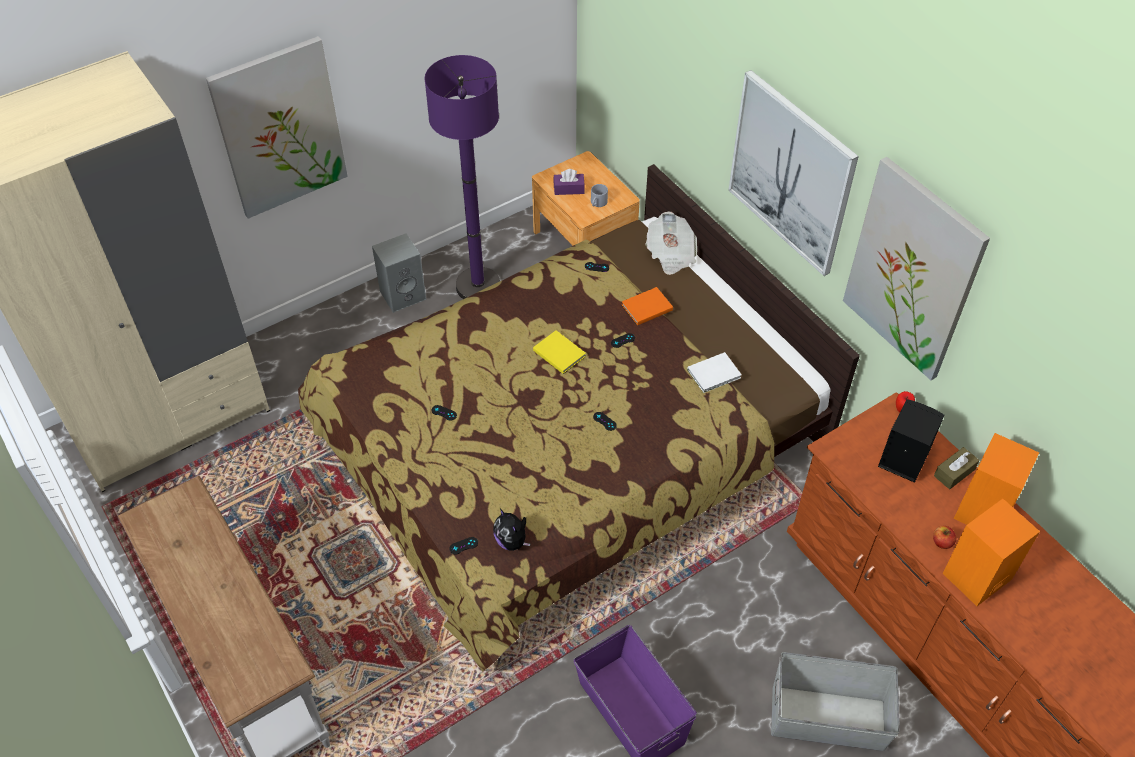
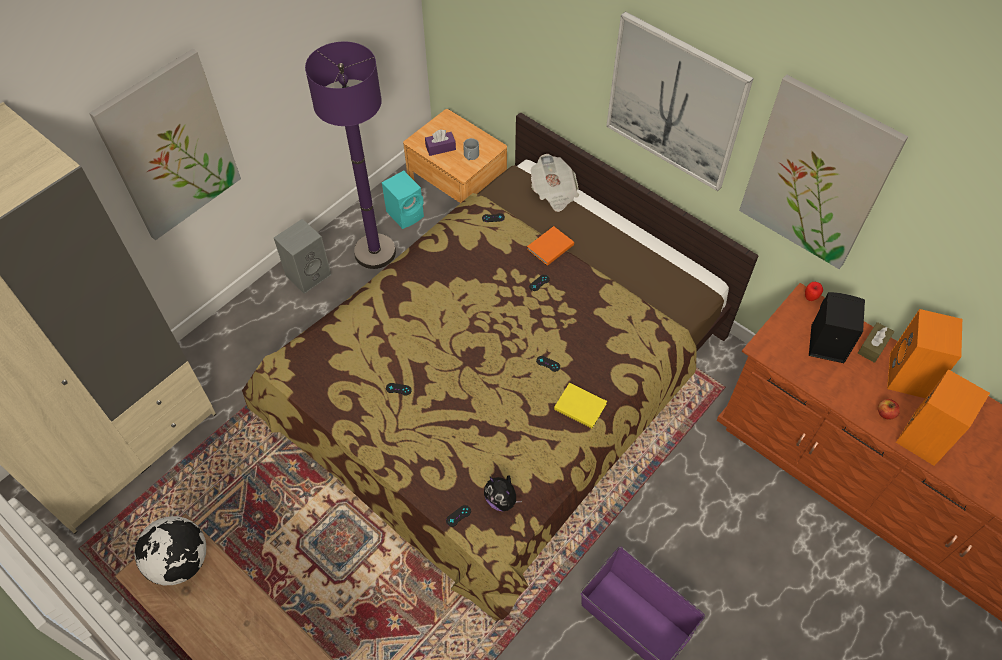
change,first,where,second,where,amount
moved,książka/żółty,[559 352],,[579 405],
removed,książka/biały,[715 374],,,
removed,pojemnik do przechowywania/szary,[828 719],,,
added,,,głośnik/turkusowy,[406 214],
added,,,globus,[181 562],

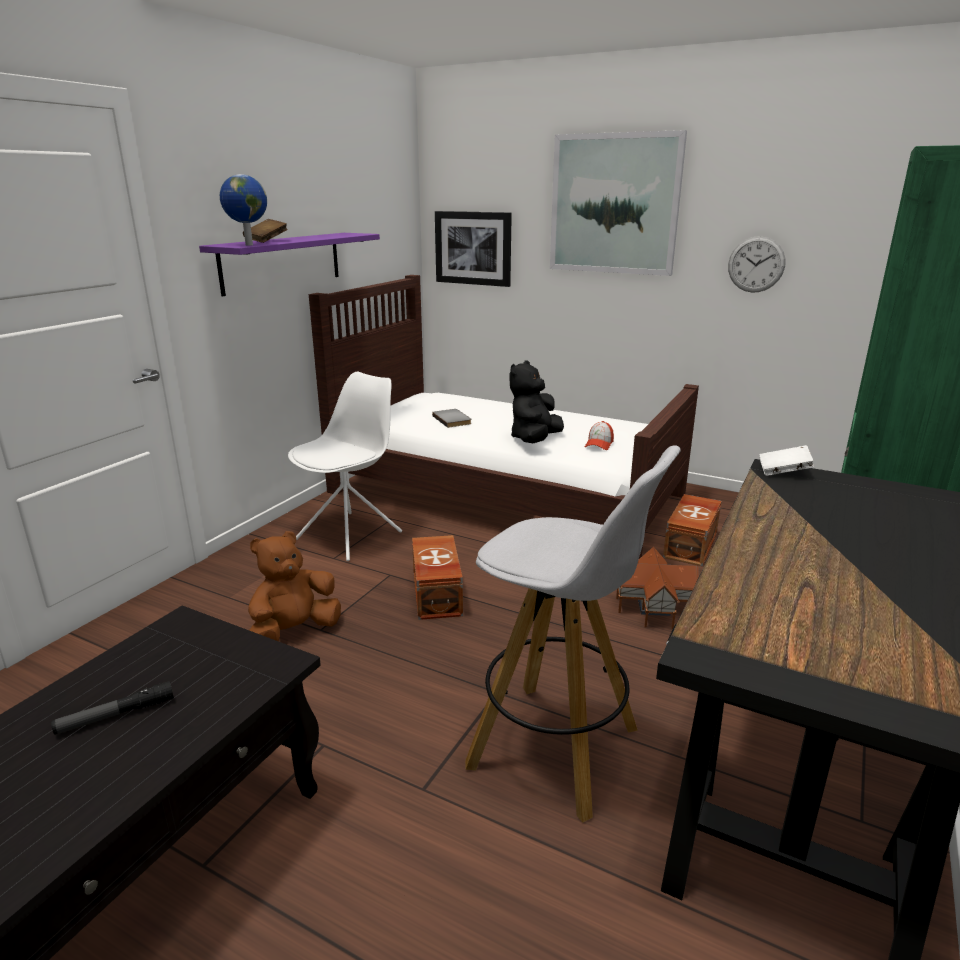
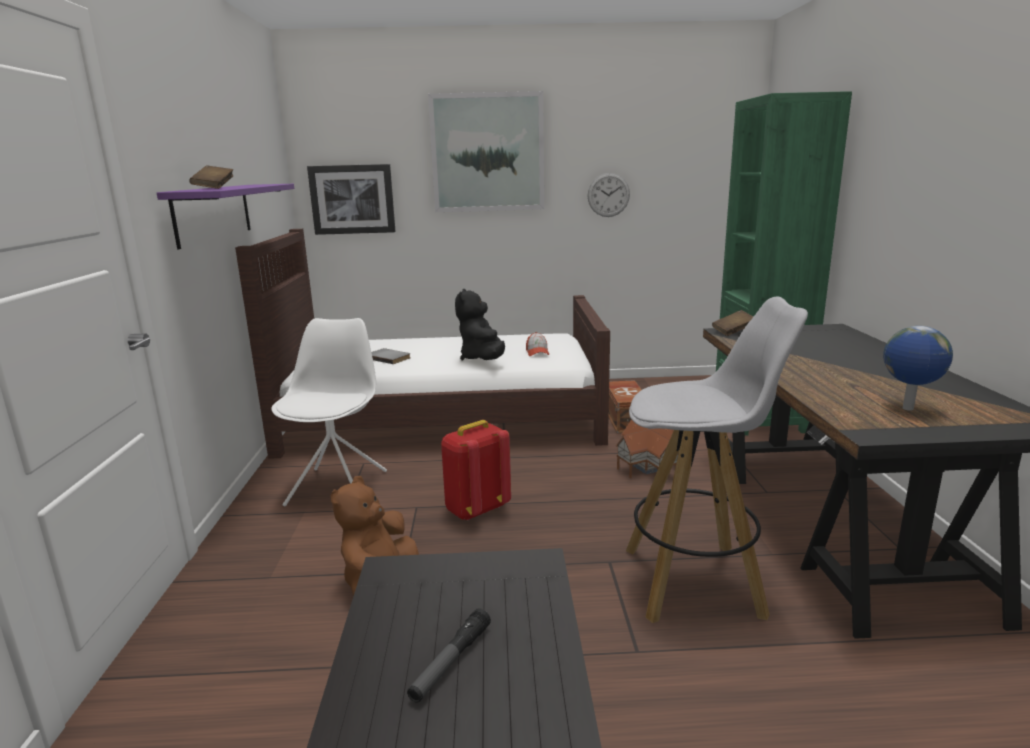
change,first,where,second,where,amount
moved,globus,[248 245],,[907 409],
recoloured,książka/biały,[783 472],książka/brązowy,[733 332],
replaced,pojemnik do przechowywania/brązowy,[435 594],plecak/czerwony,[476 509],

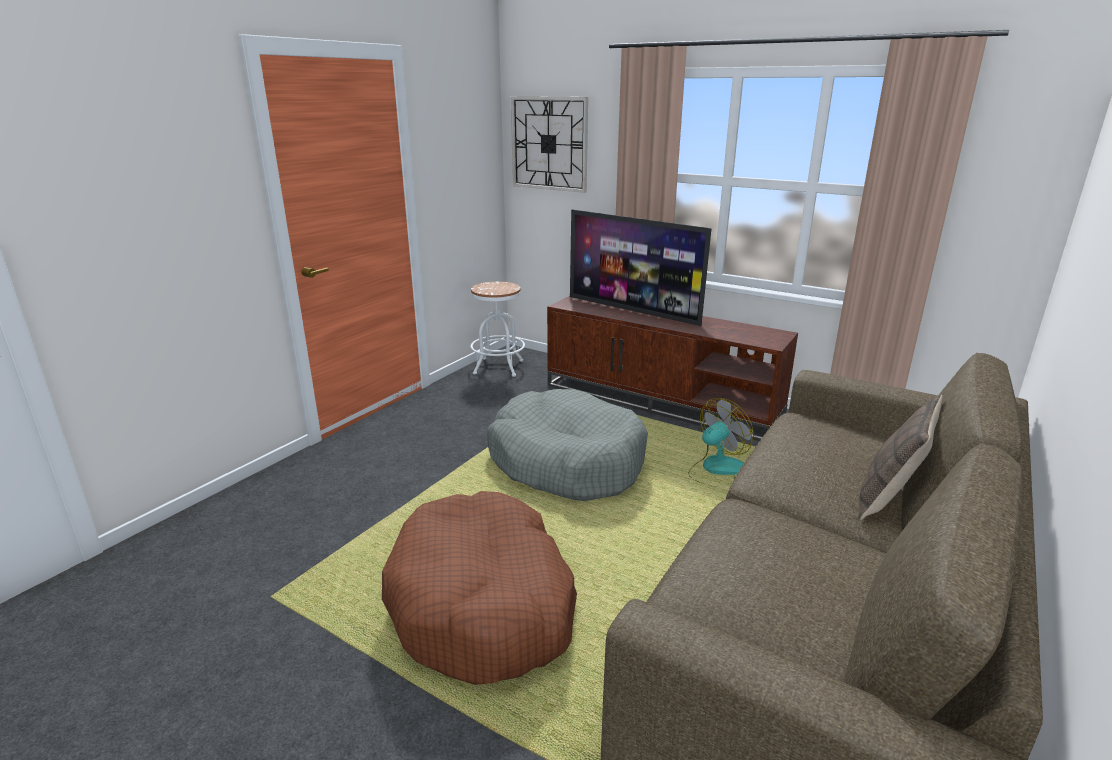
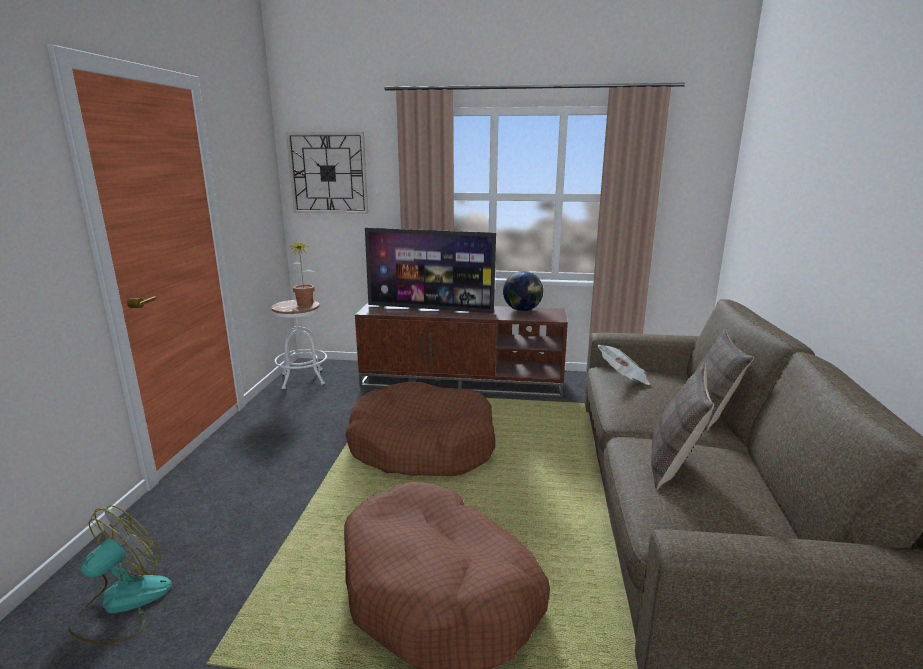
change,first,where,second,where,amount
recoloured,legowisko/szary,[566 462],legowisko/brązowy,[422 446],
moved,wentylator,[717 471],,[121 604],
added,,,roślina doniczkowa,[305 305],
added,,,globus,[522 310],
added,,,gazeta,[623 377],
added,,,poduszka,[673 465],

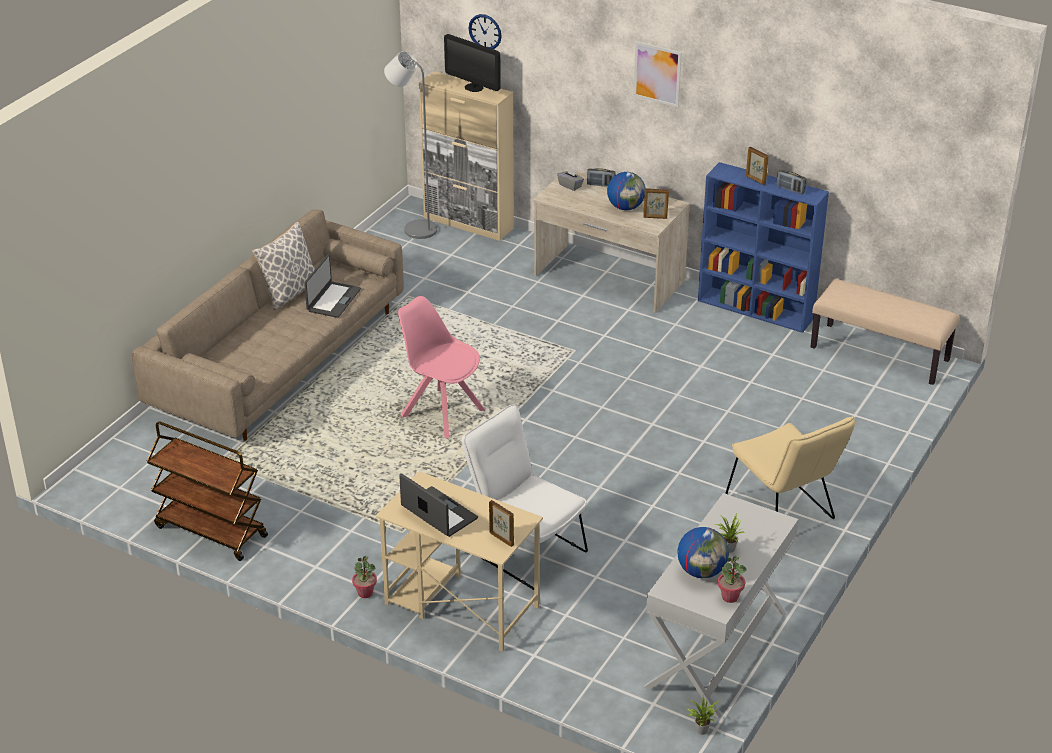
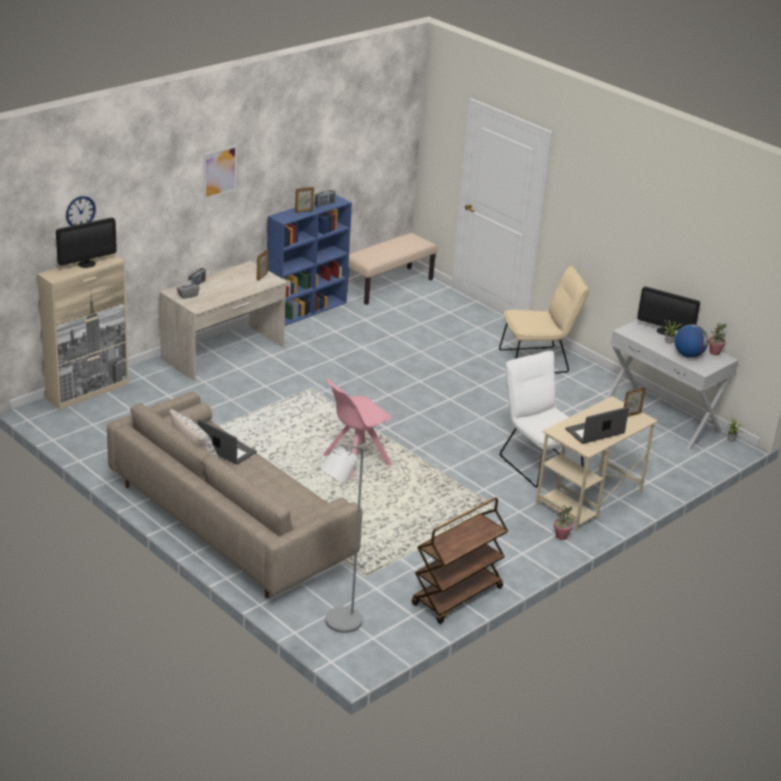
change,first,where,second,where,amount
moved,lampa stojąca/szary,[415 228],,[337 623],
removed,globus,[625 207],,,
turned,krzesło/biały,[523 549],,[537 461],90 degrees clockwise
added,,,monitor,[664 331],

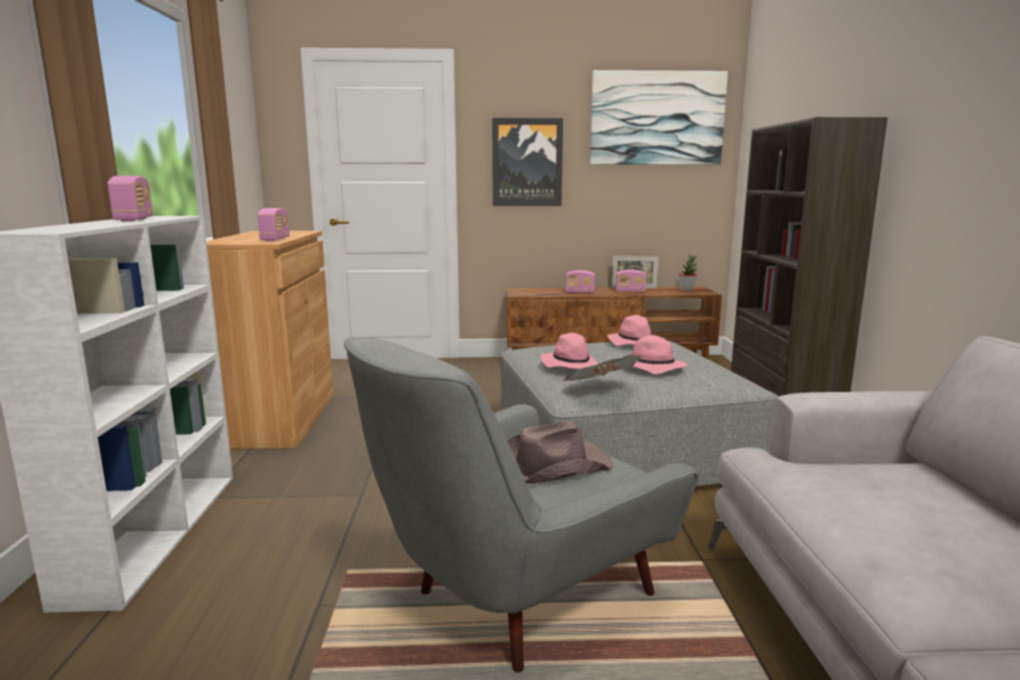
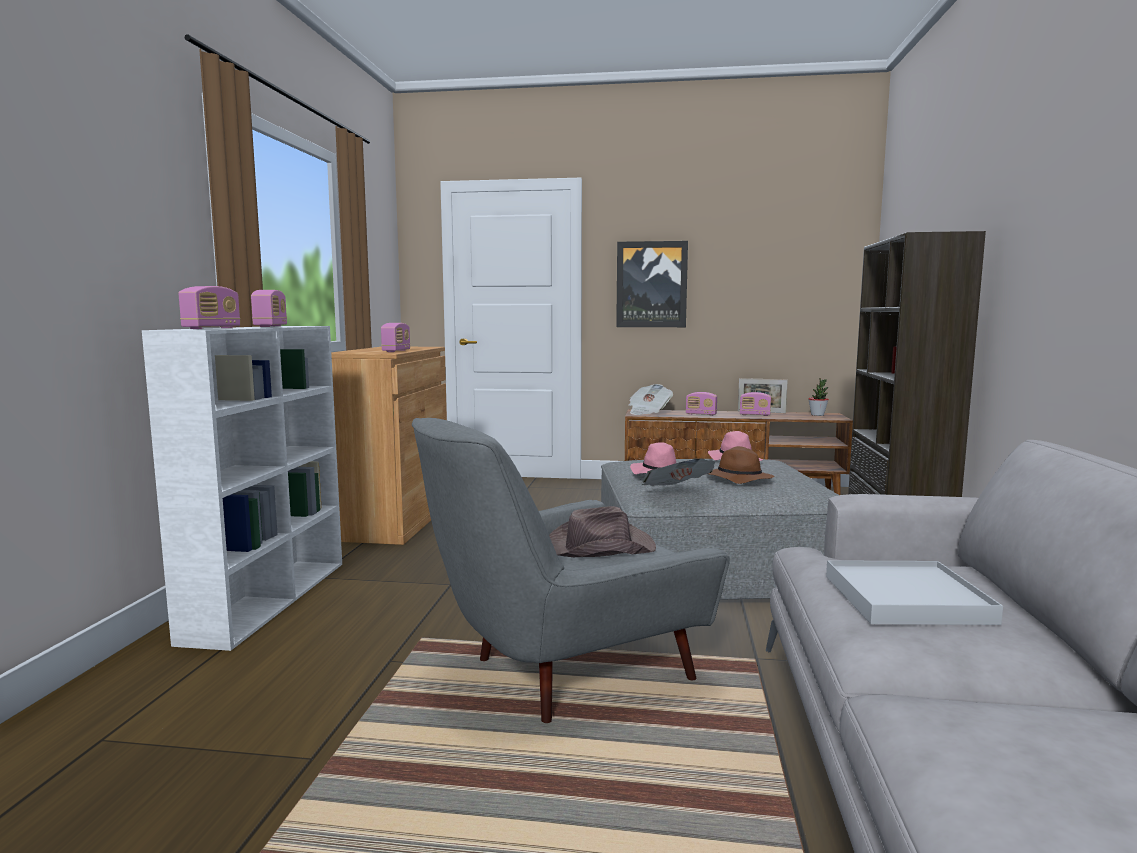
change,first,where,second,where,amount
removed,obraz,[657 118],,,
recoloured,kapelusz/różowy,[650 368],kapelusz/brązowy,[738 479],
added,,,radio,[212 328],
added,,,gazeta,[648 412],
added,,,taca/biały,[906 598],

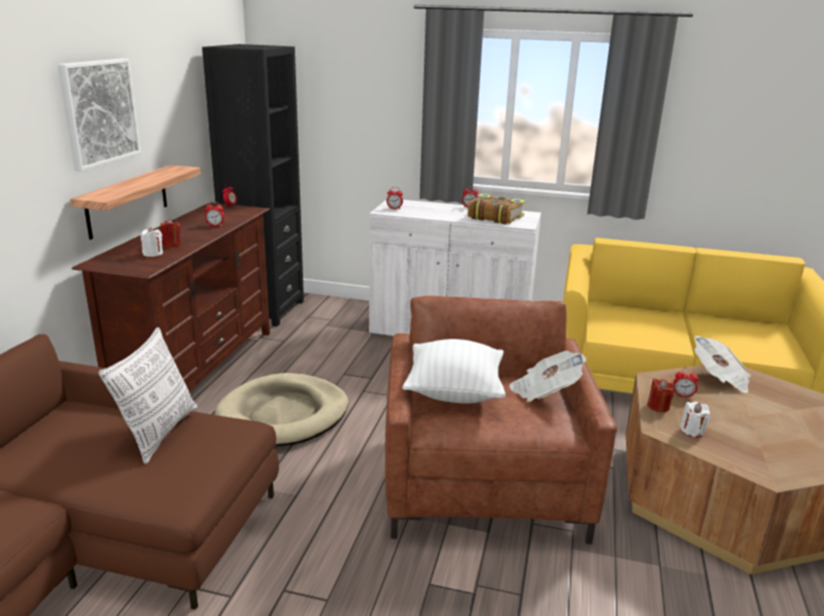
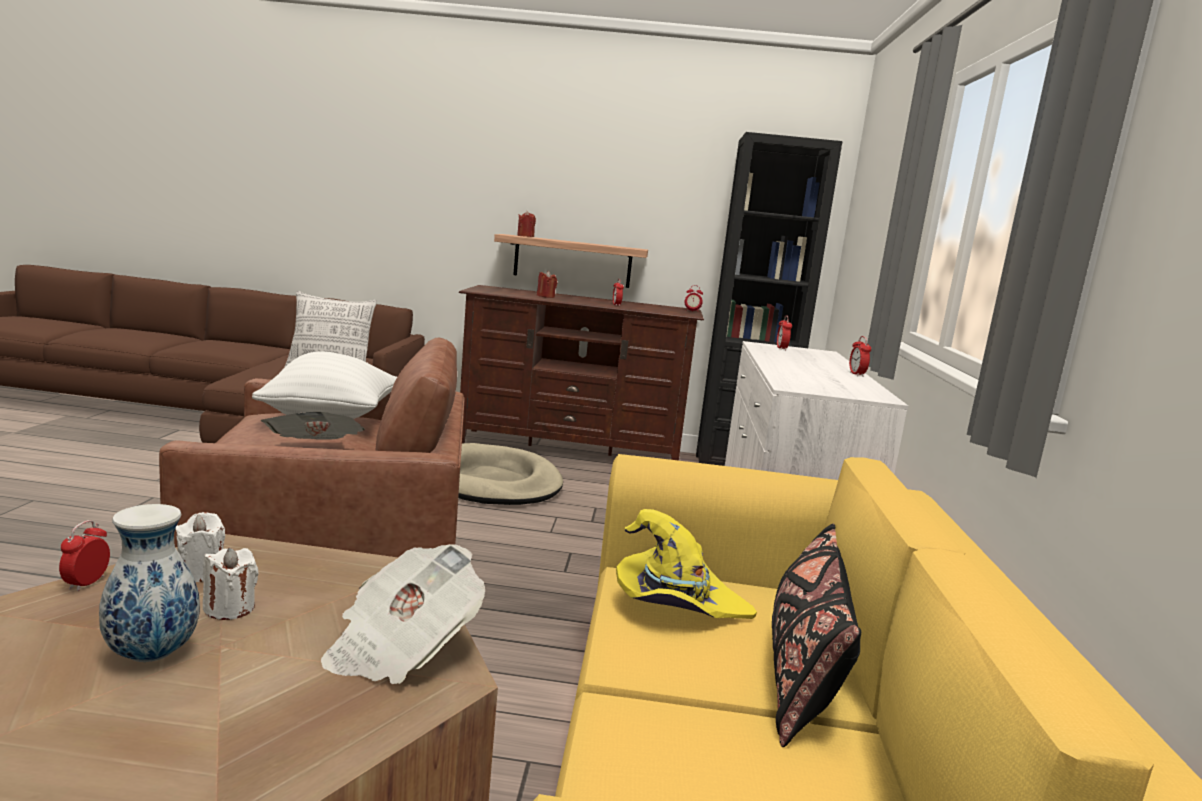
change,first,where,second,where,amount
removed,obraz,[99 112],,,
removed,książka,[494 217],,,
moved,świeca/biały,[153 254],,[229 608],
moved,budzik,[682 395],,[86 583],
moved,świeca/czerwony,[658 406],,[525 236],
added,,,wazon,[152 653],
added,,,kapelusz/żółty,[676 603],
added,,,poduszka/czarny,[802 671],

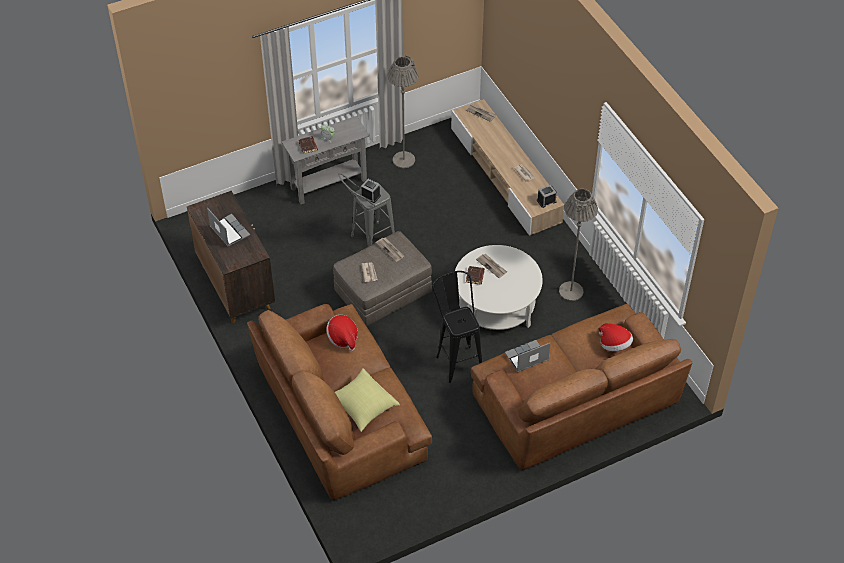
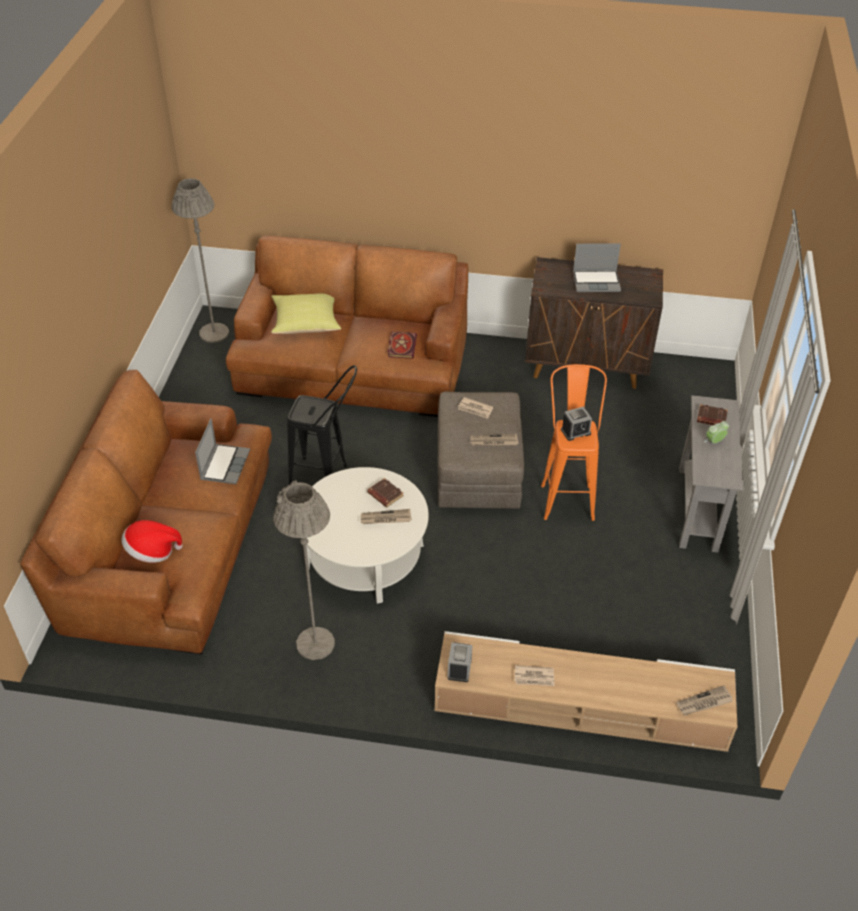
change,first,where,second,where,amount
moved,lampa stojąca/szary,[403 160],,[214 333],
recoloured,stołek/szary,[367 243],stołek/pomarańczowy,[566 495],
replaced,kapelusz,[343 338],książka,[401 346],

